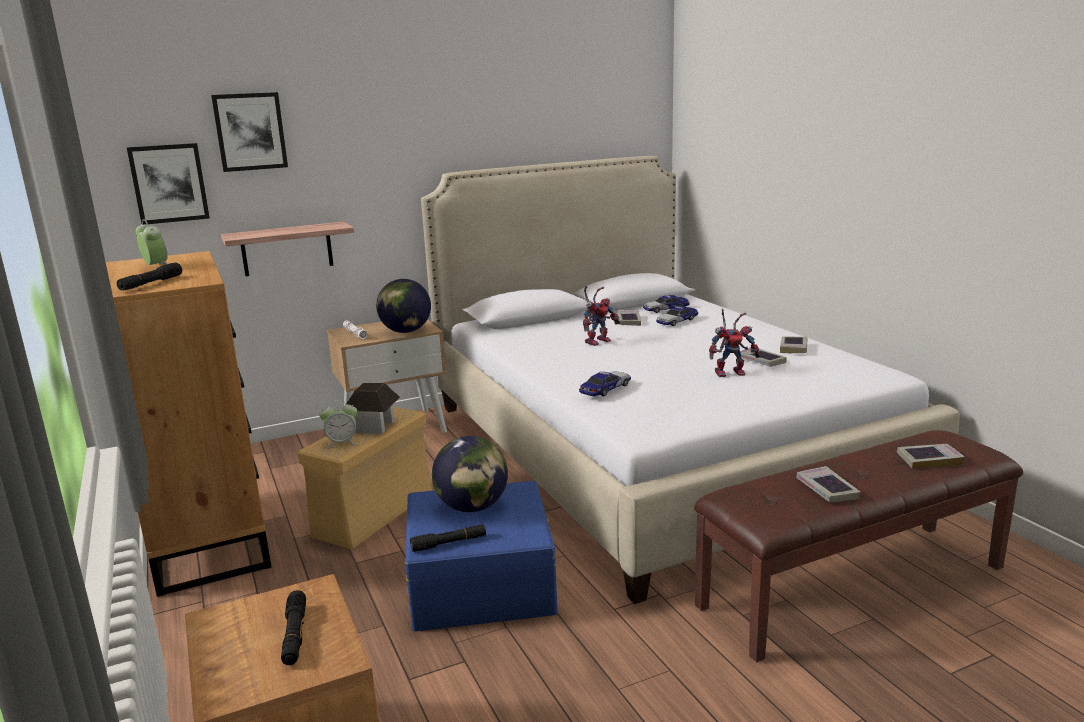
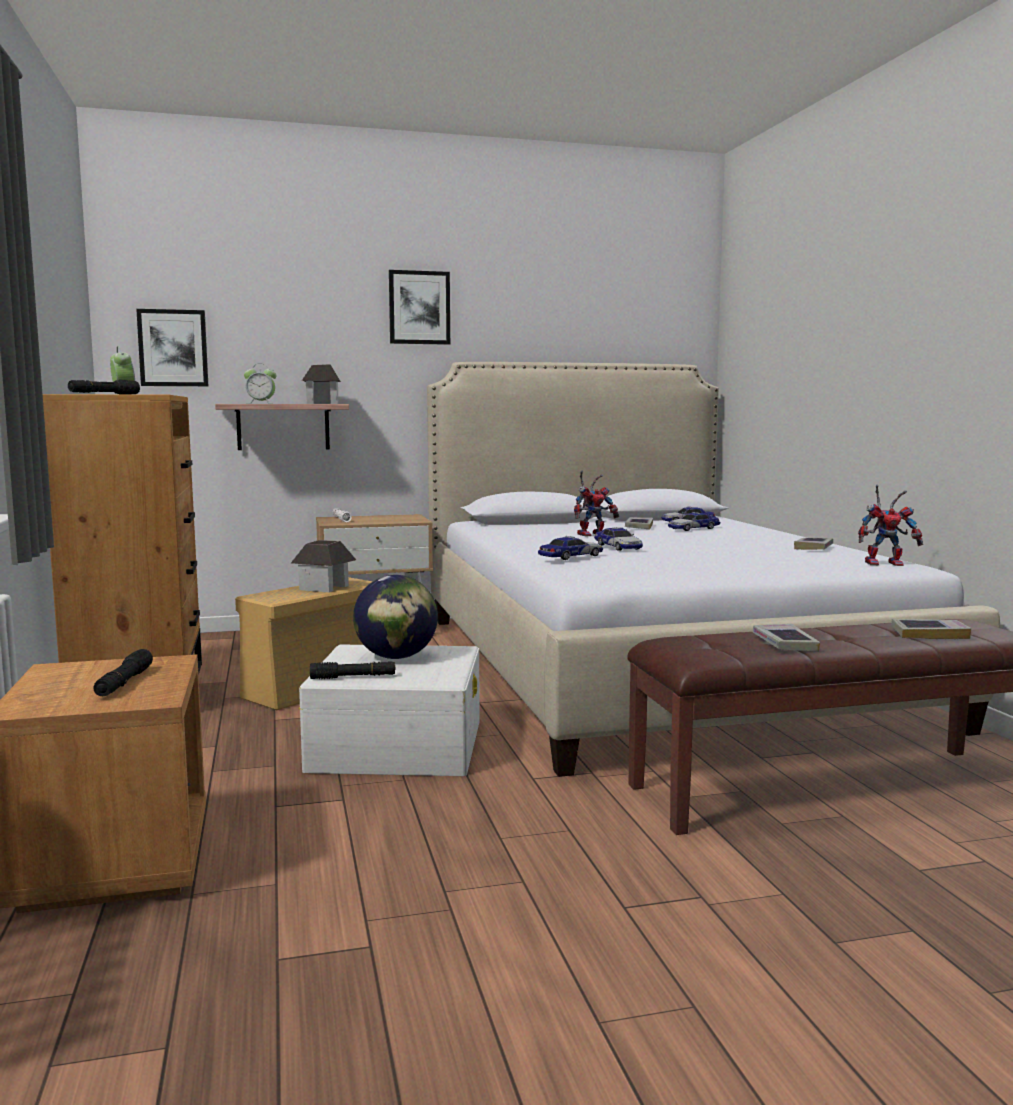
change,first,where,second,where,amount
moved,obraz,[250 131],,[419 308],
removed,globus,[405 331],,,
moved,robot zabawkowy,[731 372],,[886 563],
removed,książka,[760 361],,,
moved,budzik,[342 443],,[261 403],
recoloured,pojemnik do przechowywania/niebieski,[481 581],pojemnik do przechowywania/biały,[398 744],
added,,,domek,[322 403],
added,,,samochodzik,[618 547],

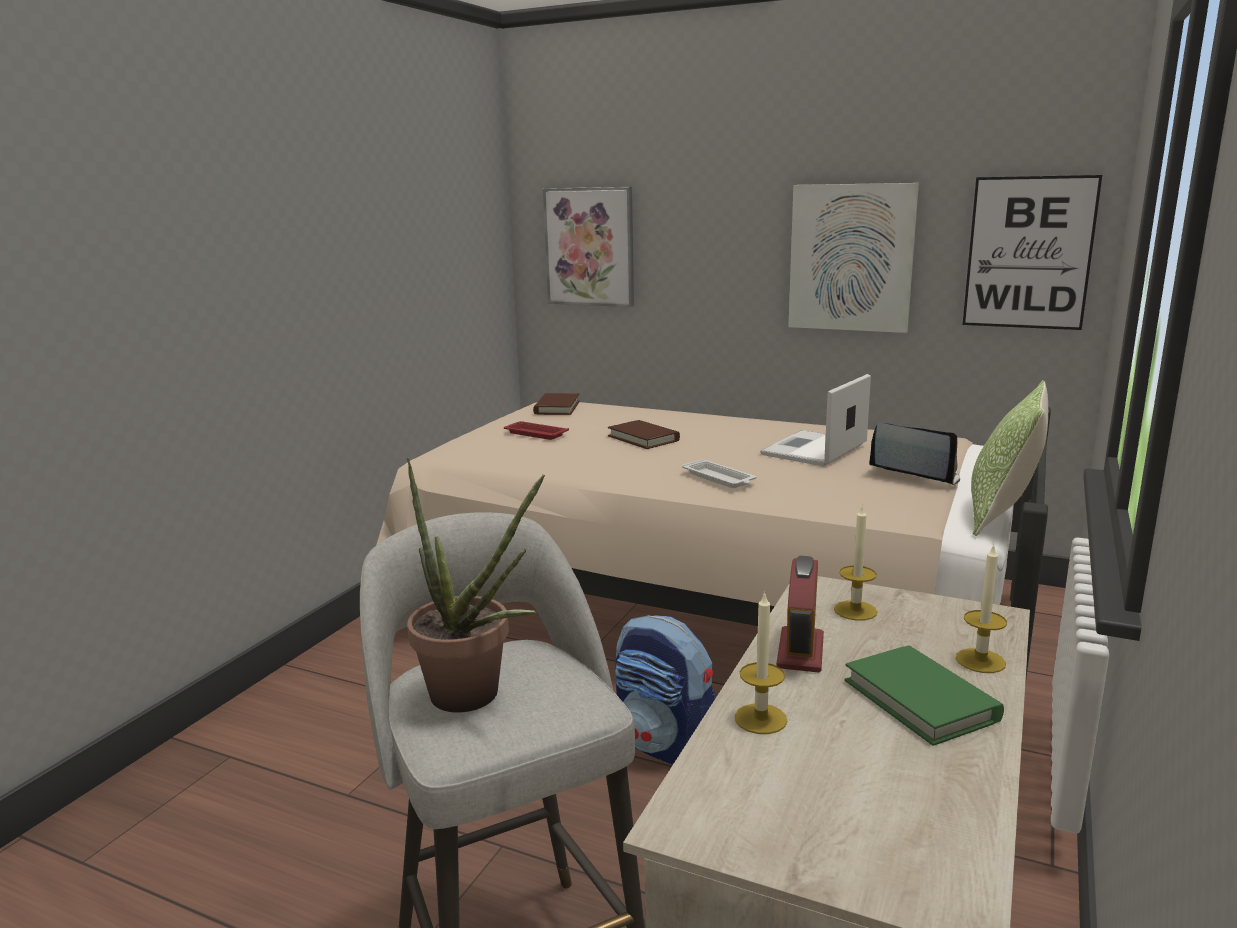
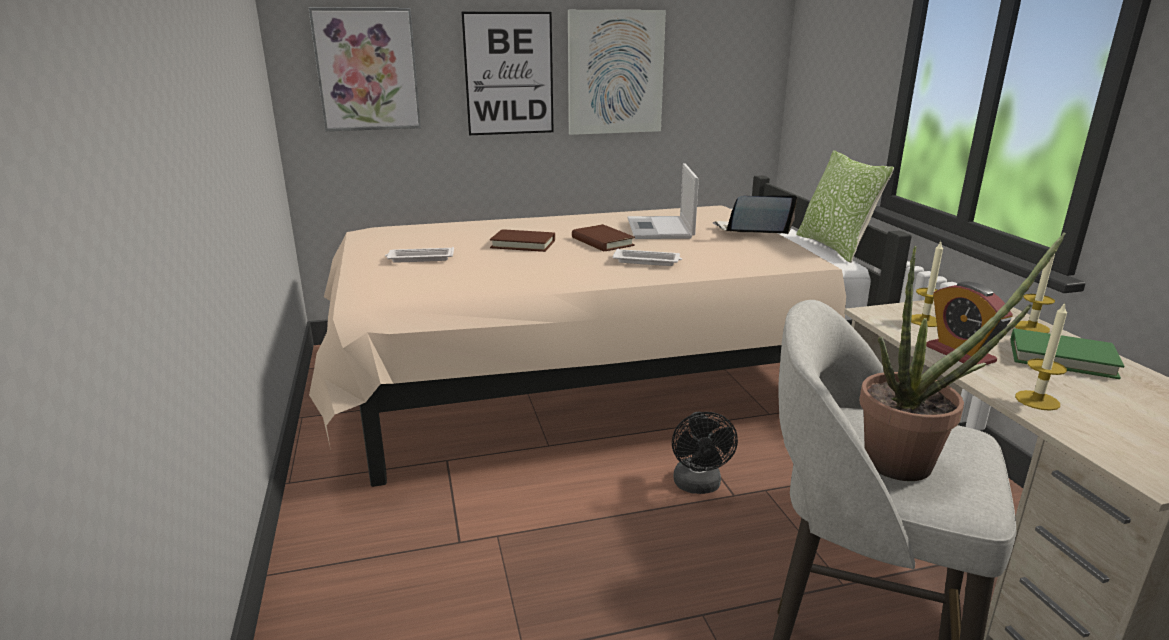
change,first,where,second,where,amount
moved,obraz,[1029 253],,[509 74],
moved,książka/brązowy,[557 408],,[602 242],
recoloured,taca/czerwony,[535 434],taca/biały,[420 258],
replaced,plecak,[665 746],wentylator/czarny,[698 486],

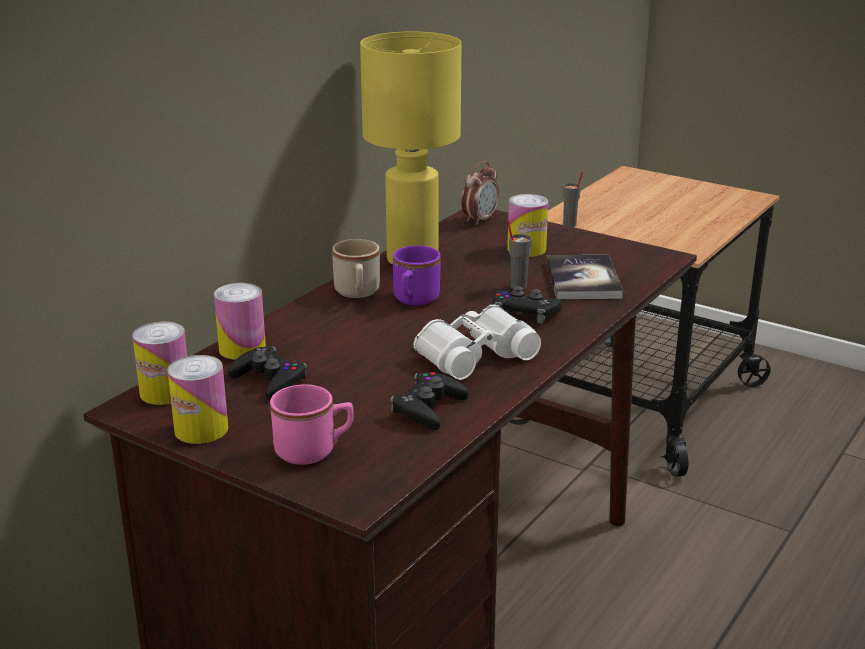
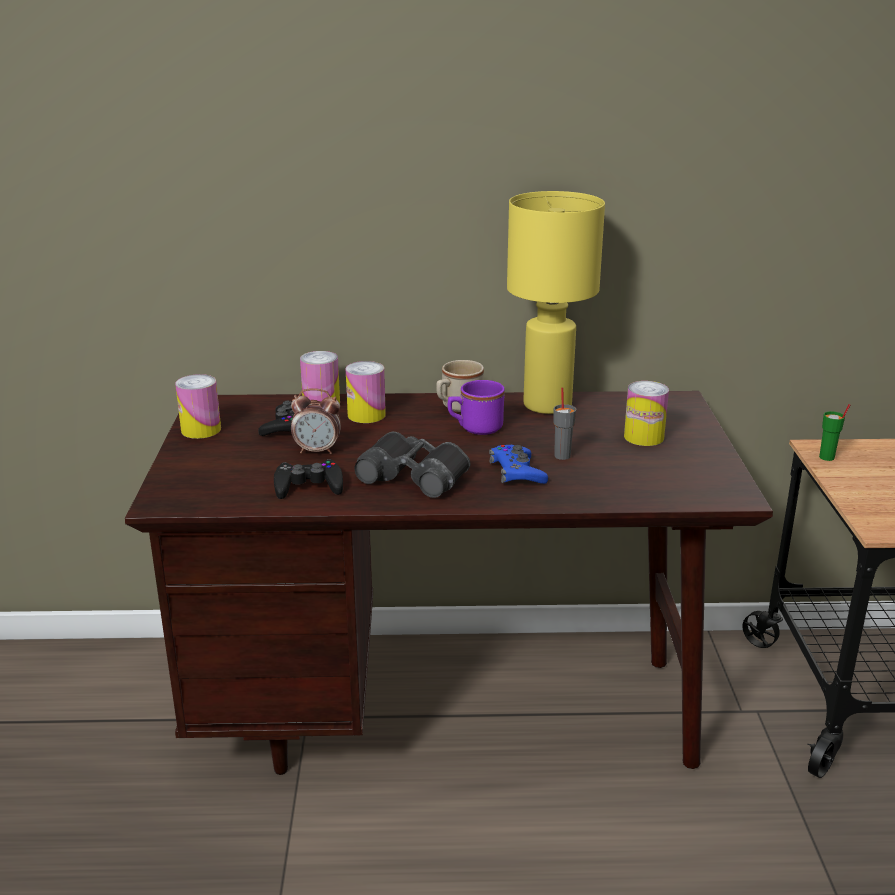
change,first,where,second,where,amount
moved,budzik,[480 220],,[317 451],
recoloured,filiżanka/szary,[570 225],filiżanka/zielony,[827 457],
removed,książka,[583 279],,,
recoloured,pad do gier/czarny,[525 312],pad do gier/niebieski,[517 472],
recoloured,lornetka/biały,[473 354],lornetka/czarny,[414 475],
moved,puszka,[165 392],,[366 415],
removed,kubek/różowy,[314 451],,,

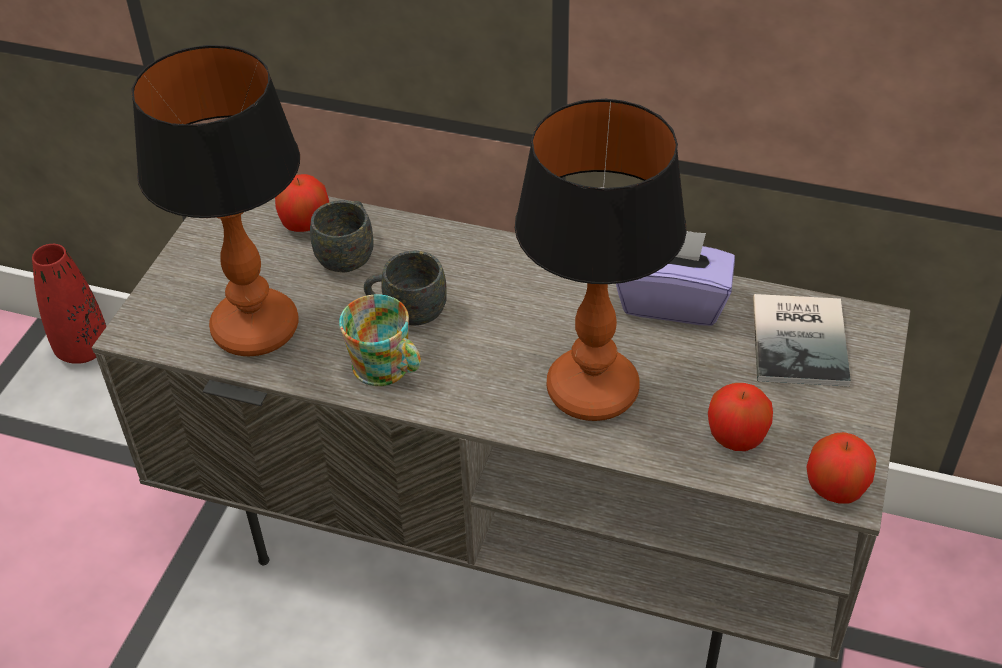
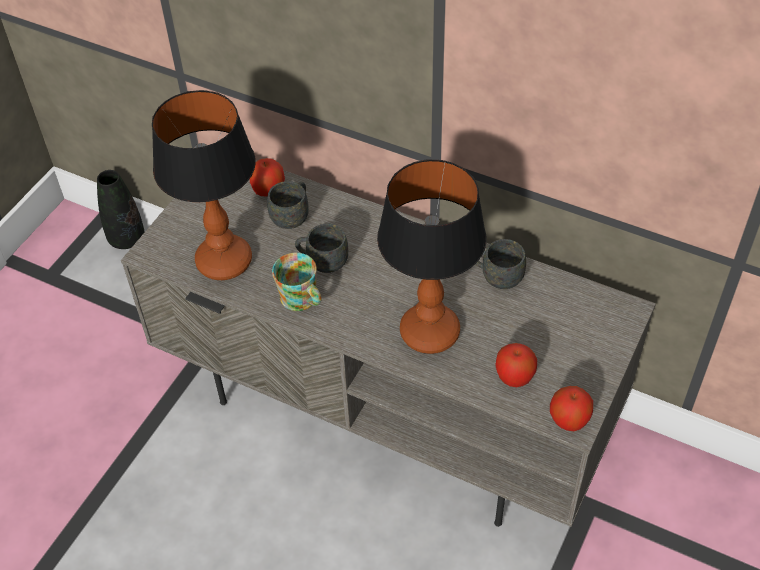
change,first,where,second,where,amount
replaced,pudełko chusteczek/fioletowy,[672 301],kubek/szary,[497 277],
recoloured,wazon/czerwony,[83 349],wazon/czarny,[127 239],
removed,książka,[803 339],,,

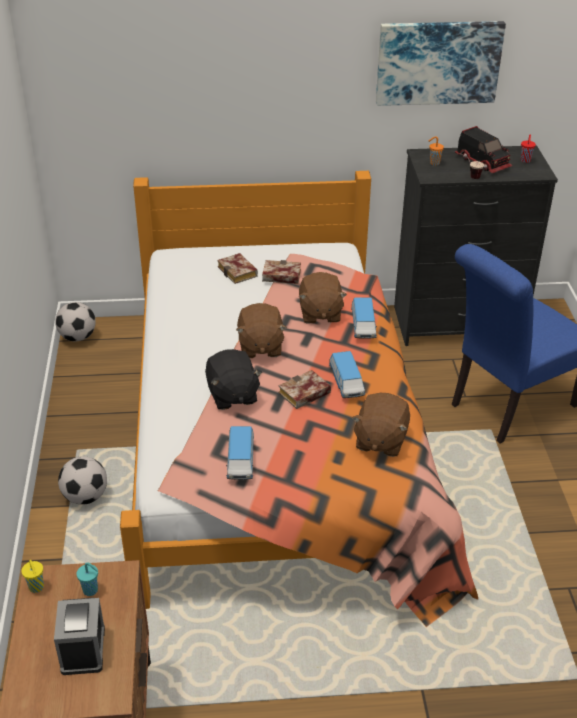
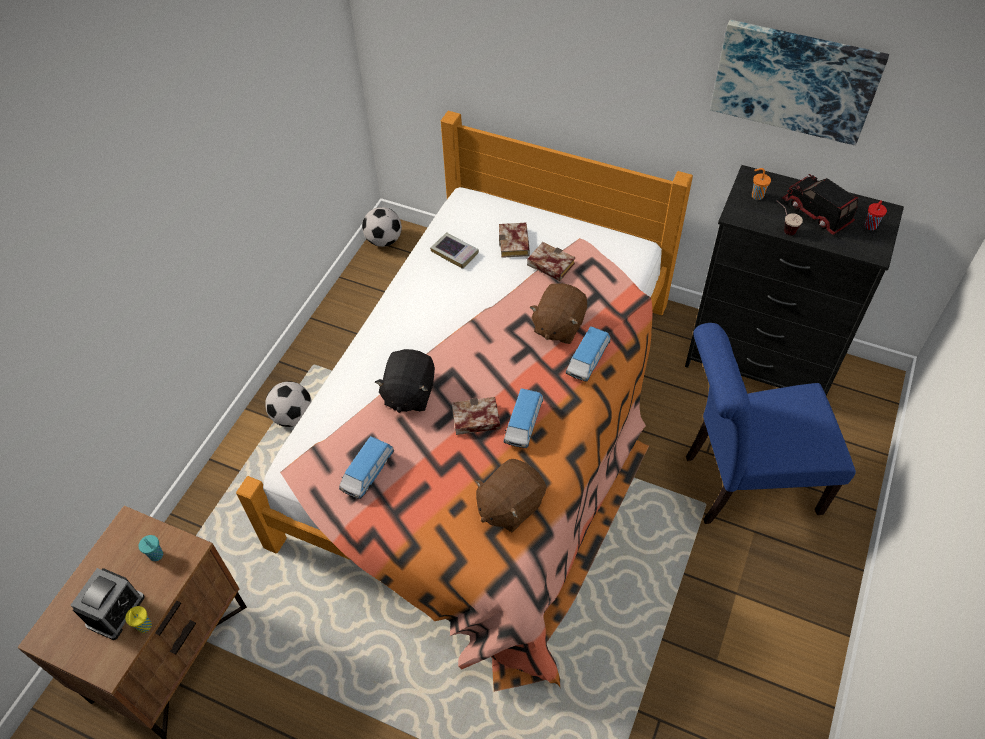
change,first,where,second,where,amount
turned,ciężarówka zabawkowa,[483 162],,[816 212],150 degrees clockwise
removed,pluszak/brązowy,[260 347],,,
moved,filiżanka/żółty,[36 588],,[144 627],
added,,,książka,[454 253],

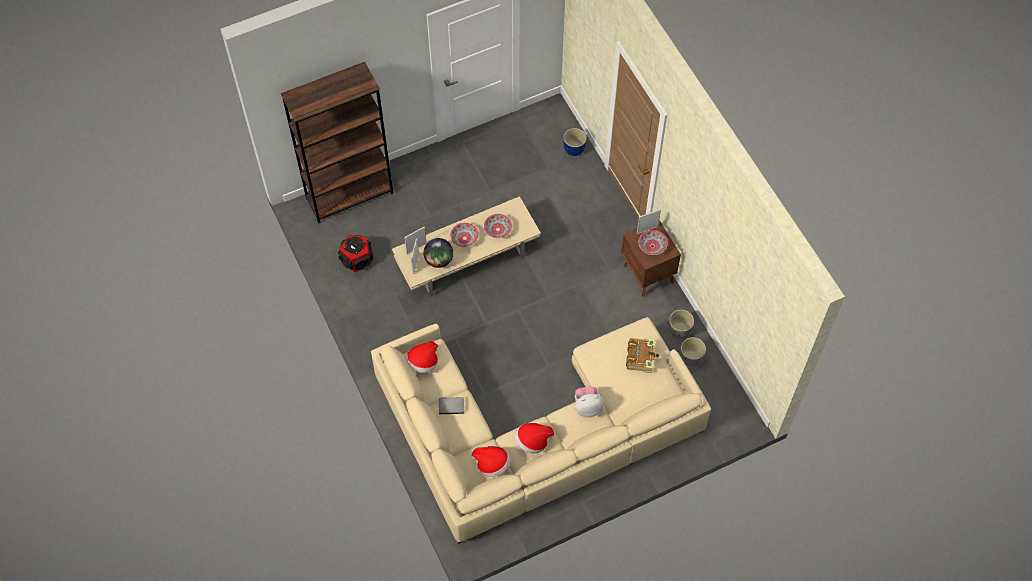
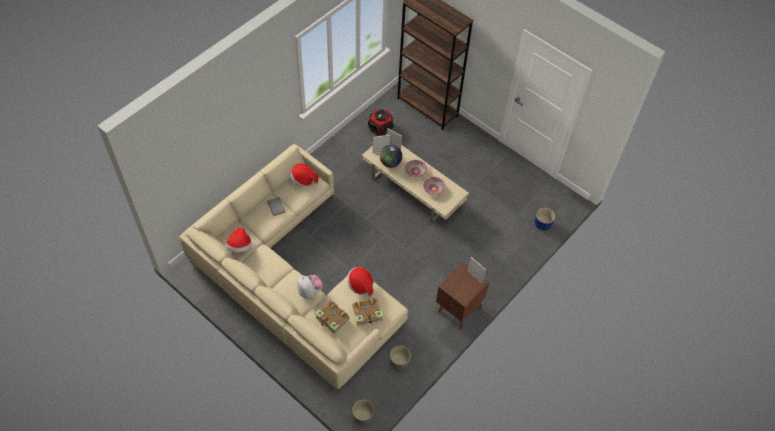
change,first,where,second,where,amount
removed,miska,[652 246],,,
moved,donica/szary,[679 330],,[362 417],
moved,kapelusz,[532 441],,[360 285],
added,,,książka,[332 319],

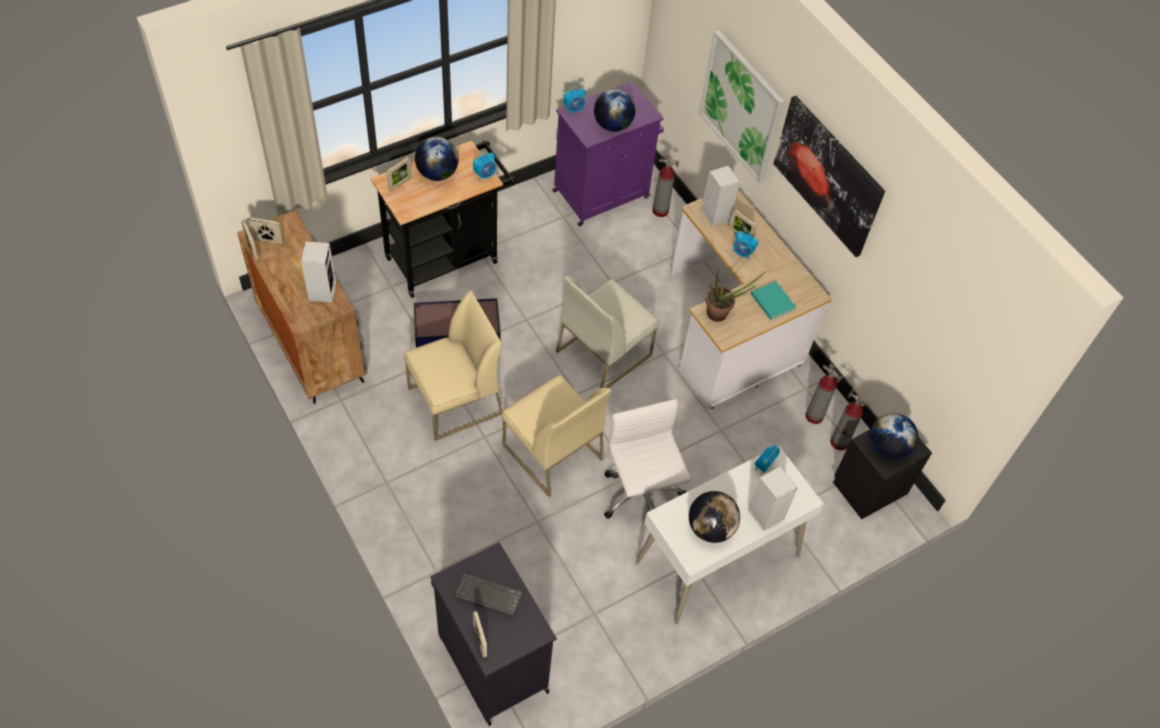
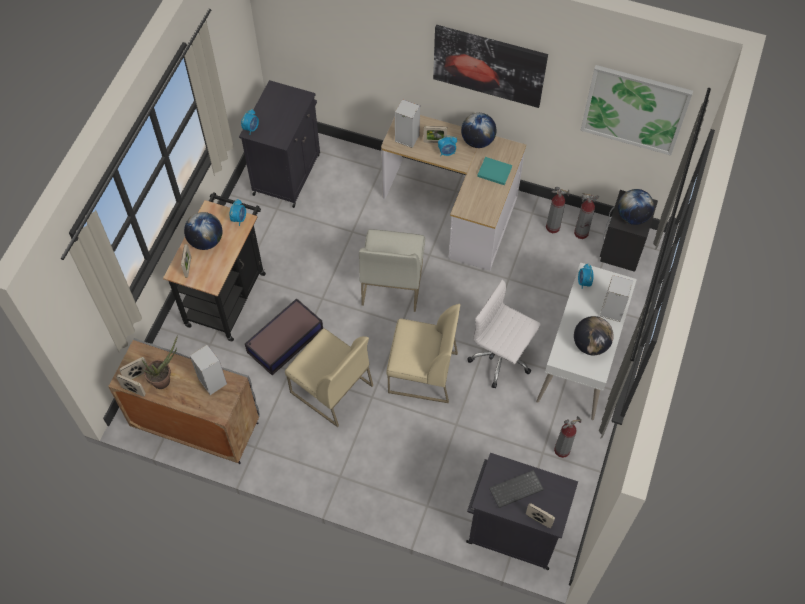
change,first,where,second,where,amount
moved,obraz,[741 106],,[635 109],
recoloured,szafka/fioletowy,[602 193],szafka/czarny,[287 173],
moved,globus,[612 125],,[477 141],
moved,gaśnica,[660 211],,[562 450],
moved,roślina doniczkowa,[721 314],,[165 379],
turned,krzesło/beżowy,[454 402],,[330 389],105 degrees clockwise

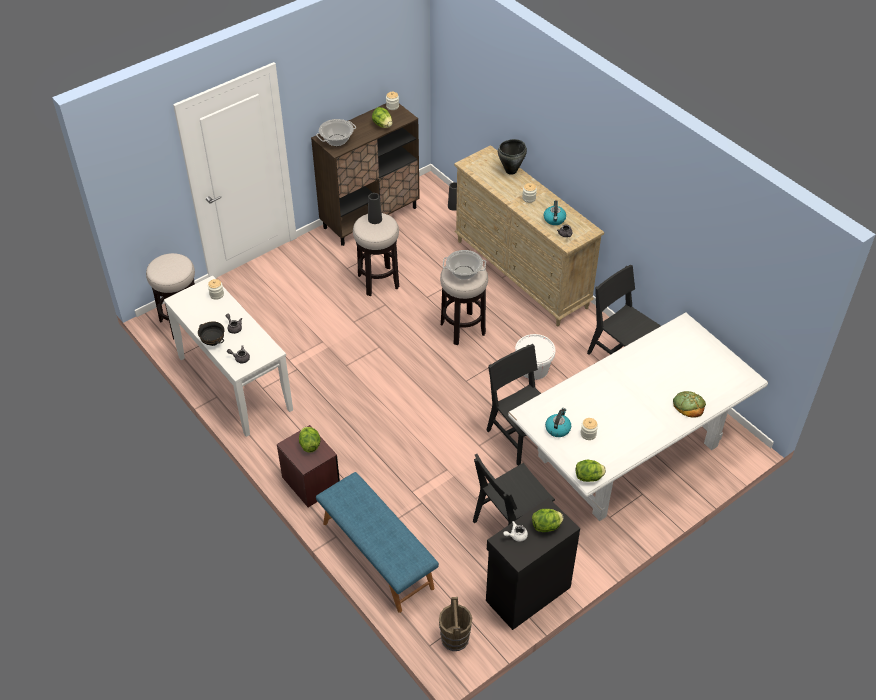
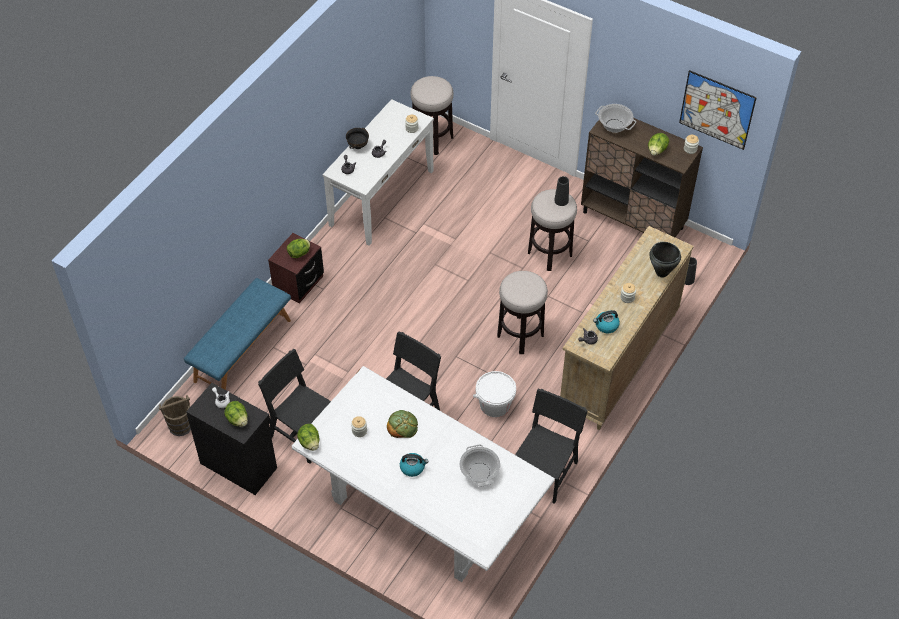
change,first,where,second,where,amount
moved,garnek,[464 273],,[479 472],
moved,chleb,[689 405],,[402 425],
moved,czajnik,[557 428],,[413 467],
added,,,obraz,[717 110],

